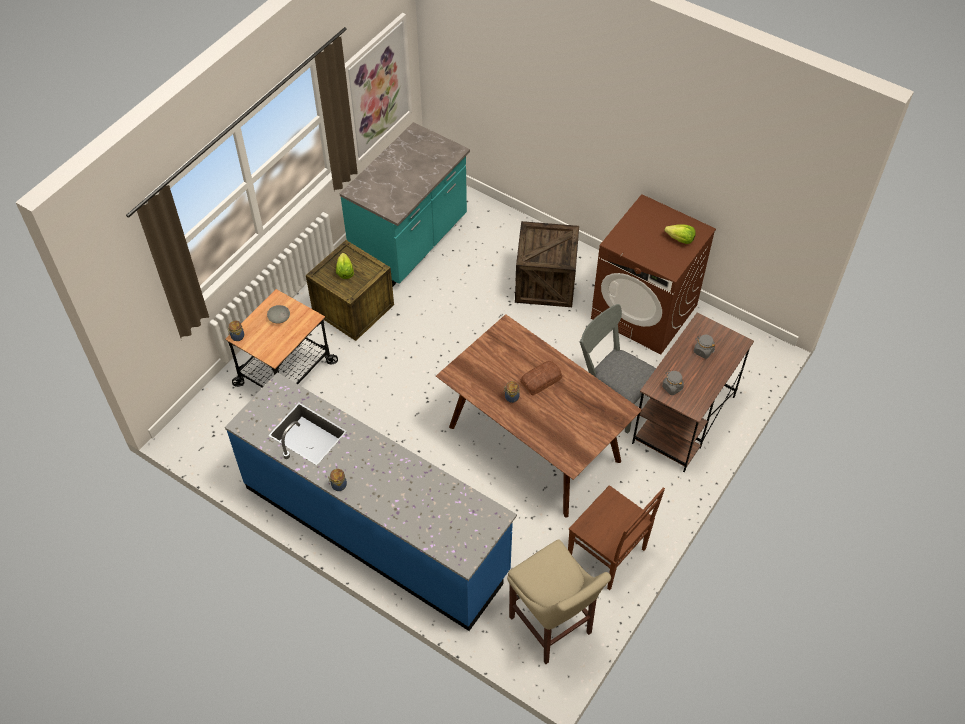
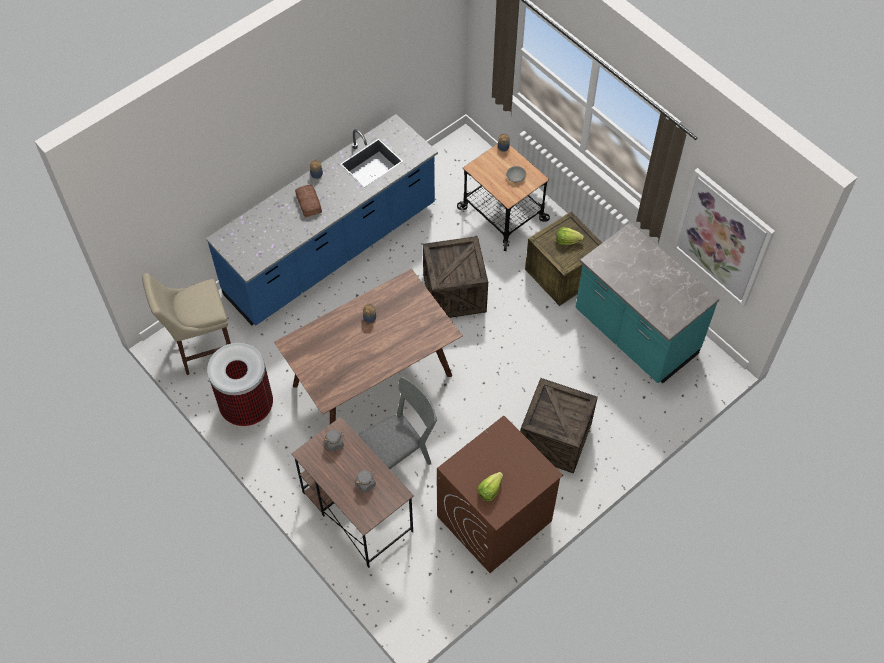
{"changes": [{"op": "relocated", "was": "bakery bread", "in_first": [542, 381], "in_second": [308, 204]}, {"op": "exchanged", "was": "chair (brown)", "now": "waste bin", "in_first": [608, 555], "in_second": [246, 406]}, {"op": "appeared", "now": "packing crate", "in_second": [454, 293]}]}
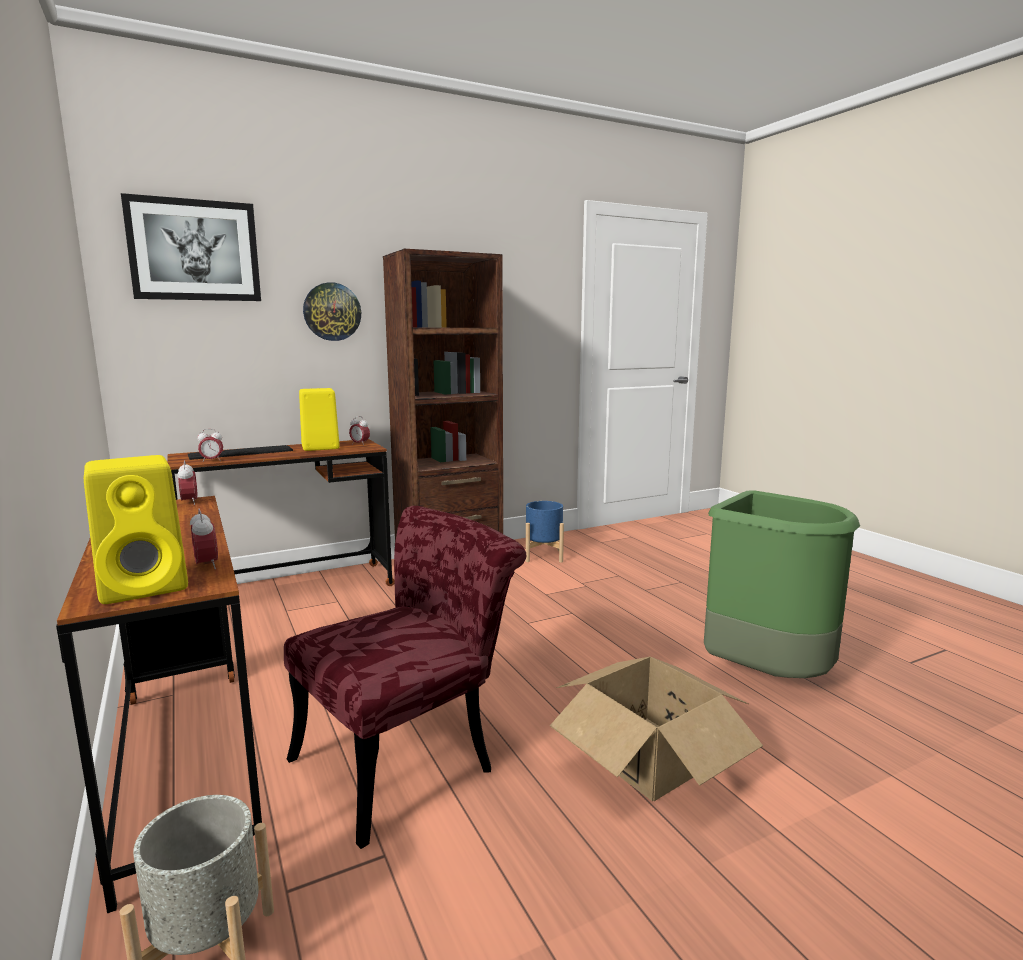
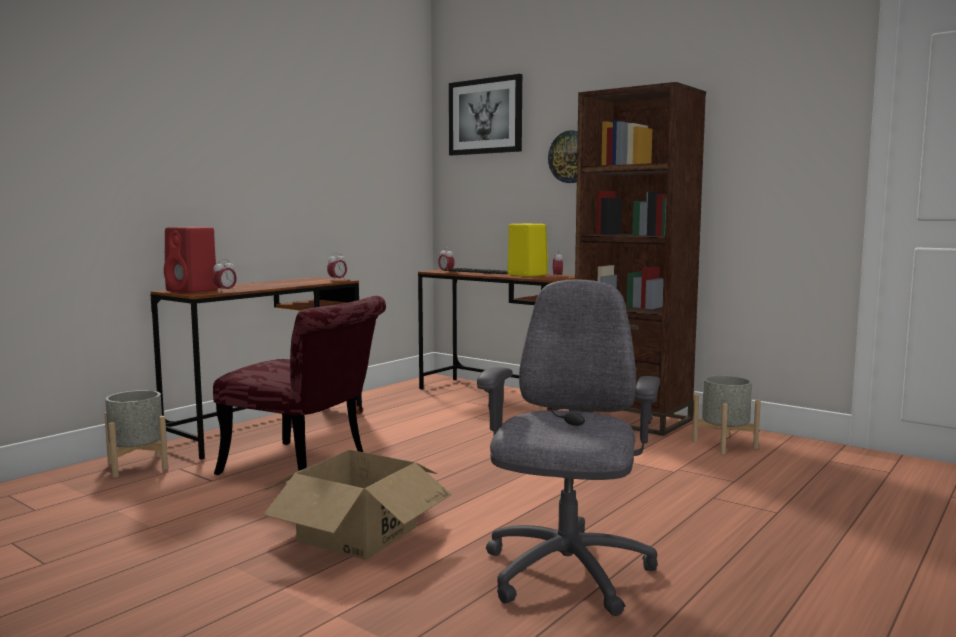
{"changes": [{"op": "colour", "was": "speaker (yellowish)", "now": "speaker (red-coloured)", "in_first": [147, 585], "in_second": [193, 291]}, {"op": "colour", "was": "flower pot (blue)", "now": "flower pot (gray)", "in_first": [543, 556], "in_second": [724, 444]}, {"op": "exchanged", "was": "waste bin (green-coloured)", "now": "office chair (gray)", "in_first": [765, 675], "in_second": [566, 574]}]}
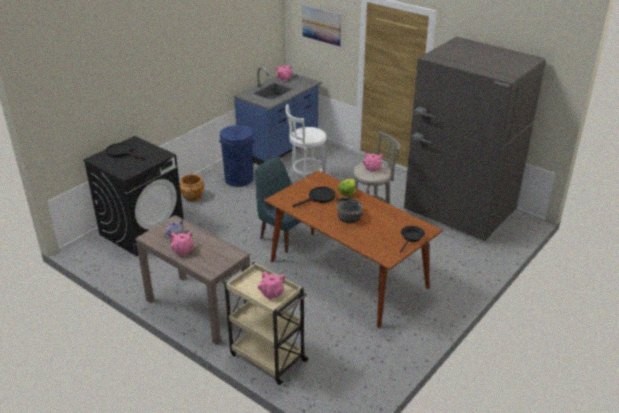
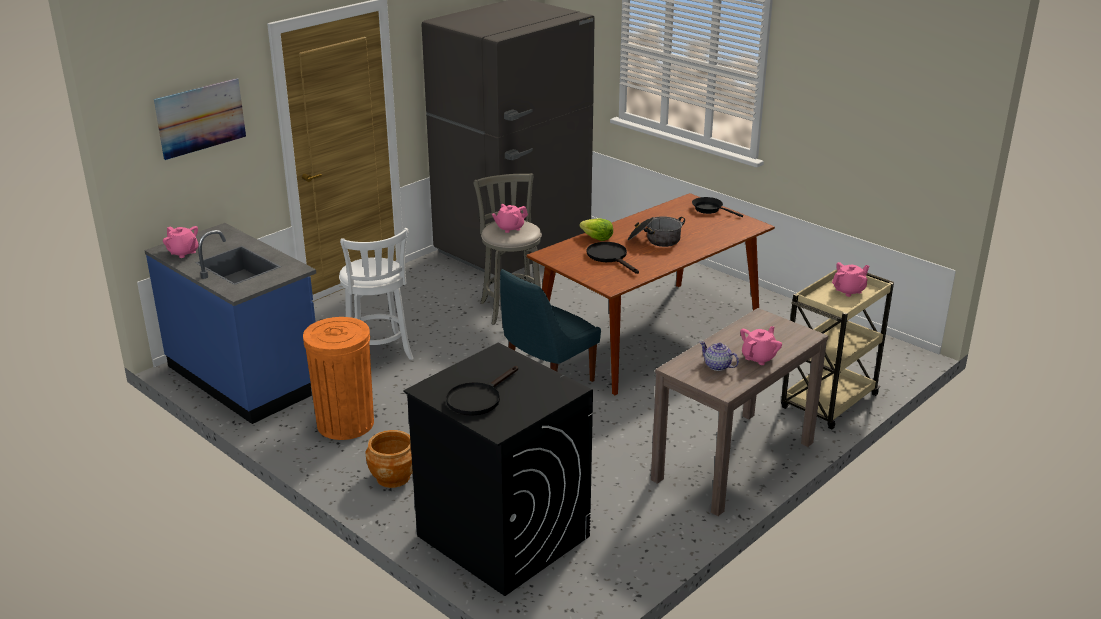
{"changes": [{"op": "colour", "was": "waste bin (blue)", "now": "waste bin (orangey)", "in_first": [239, 179], "in_second": [345, 423]}]}
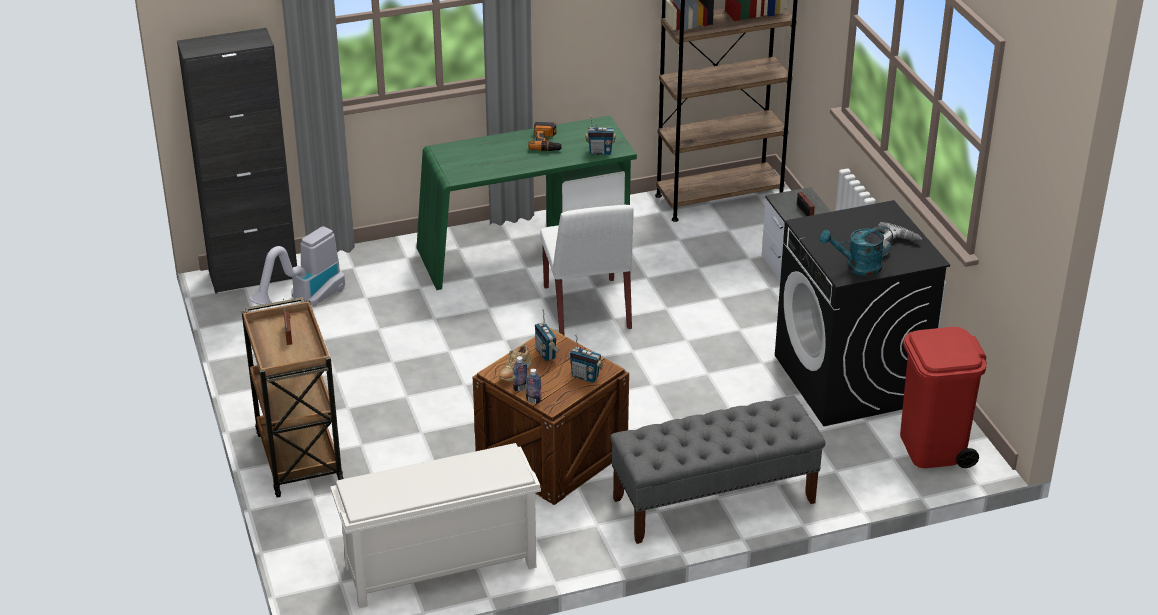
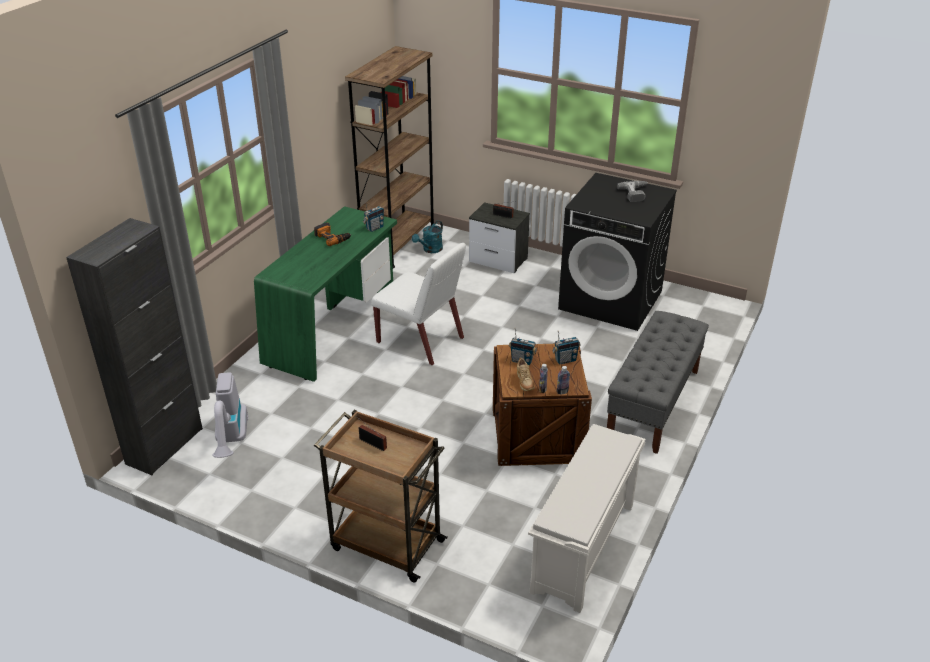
{"changes": [{"op": "relocated", "was": "watering can (turquoise-coloured)", "in_first": [857, 267], "in_second": [430, 250]}, {"op": "missing", "was": "waste bin (red-coloured)", "in_first": [933, 448]}]}
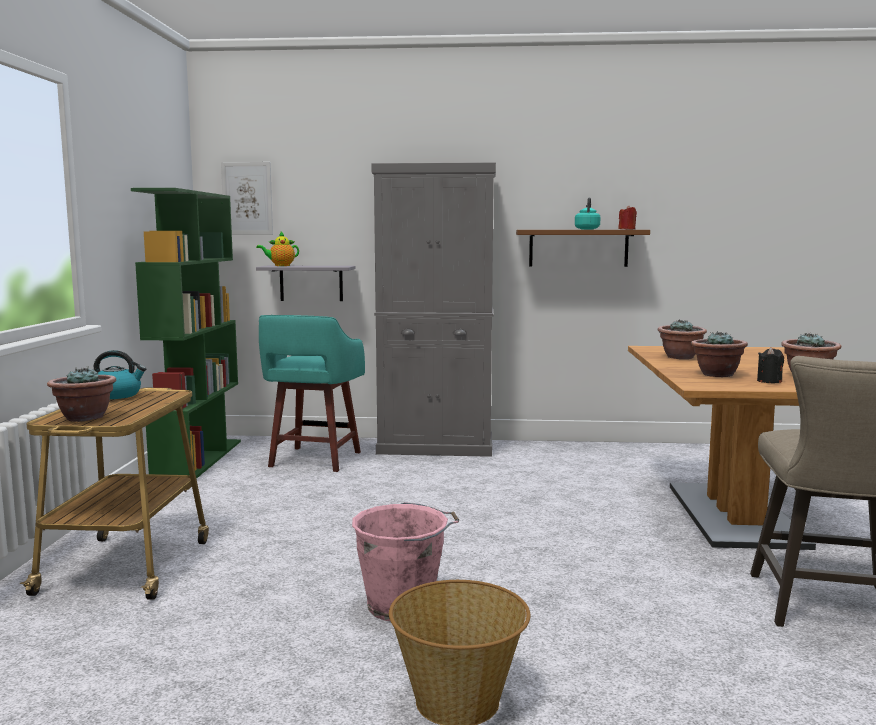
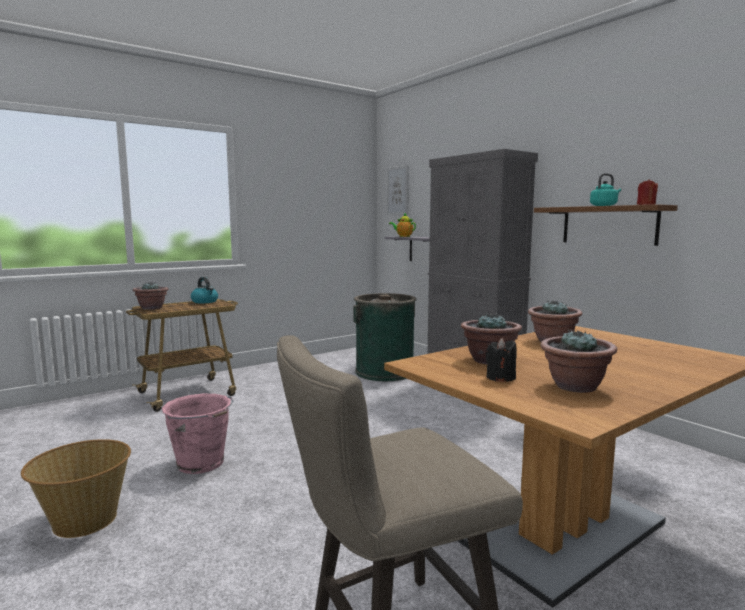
{"changes": [{"op": "missing", "was": "shelving unit (green-coloured)", "in_first": [198, 459]}, {"op": "exchanged", "was": "sitting stool (turquoise-coloured)", "now": "waste bin (green-coloured)", "in_first": [314, 460], "in_second": [384, 372]}]}
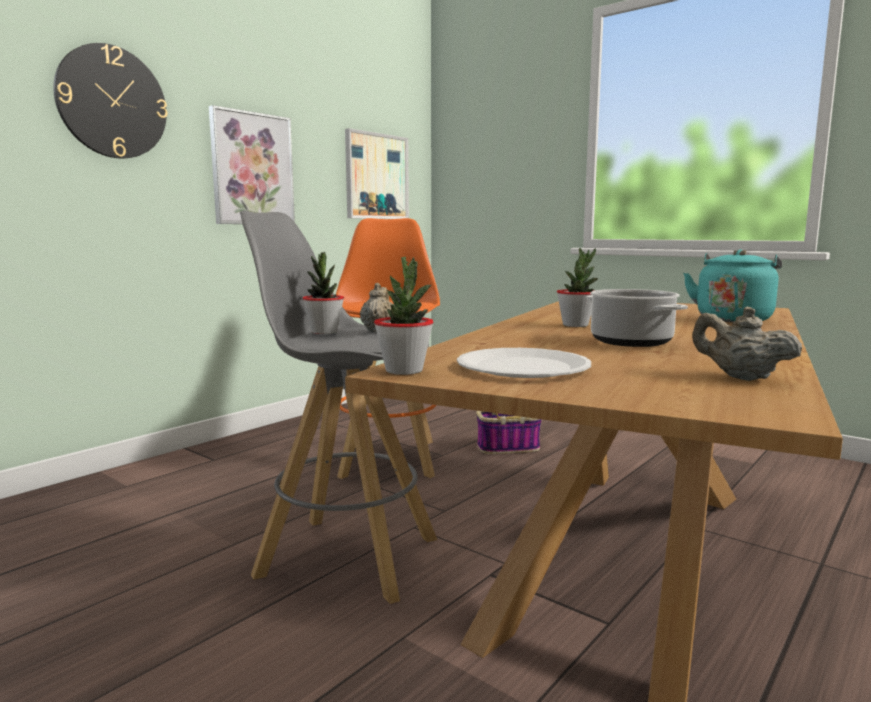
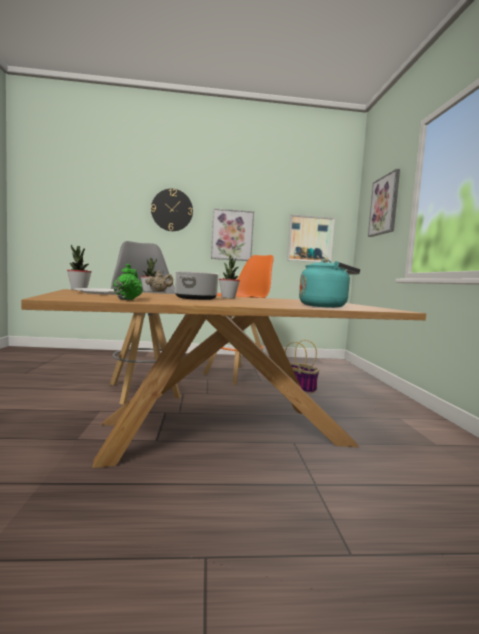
{"changes": [{"op": "colour", "was": "pot for tea (beige-coloured)", "now": "pot for tea (green-coloured)", "in_first": [740, 377], "in_second": [128, 299]}, {"op": "appeared", "now": "wall picture", "in_second": [384, 205]}]}
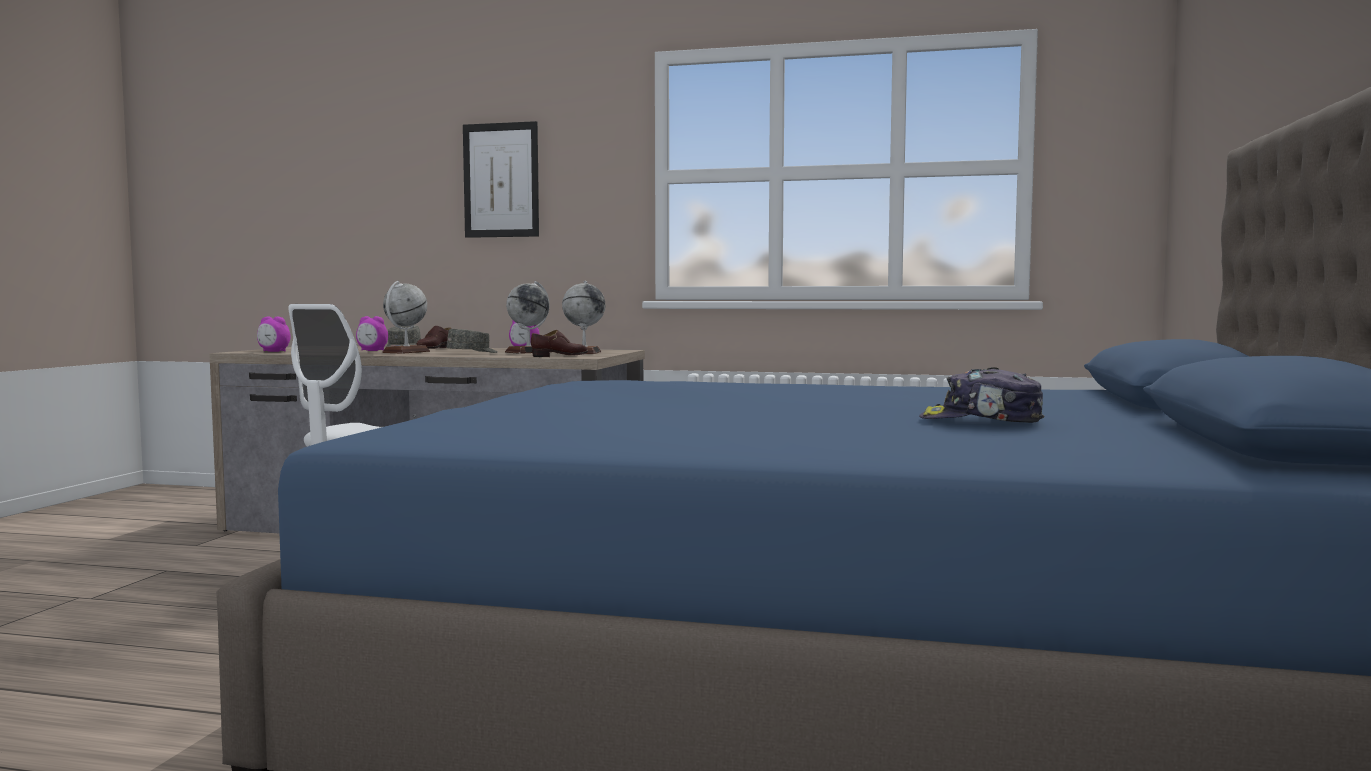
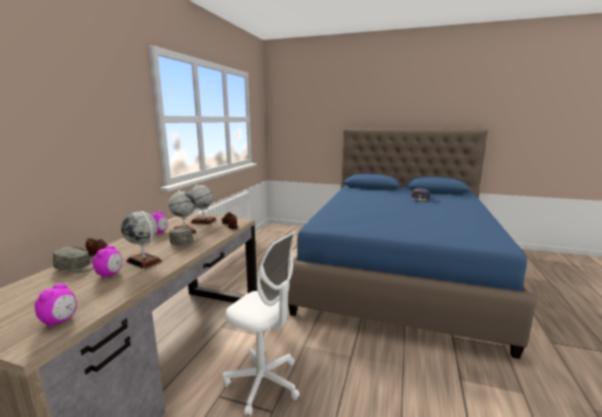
{"changes": [{"op": "missing", "was": "wall picture", "in_first": [501, 180]}]}
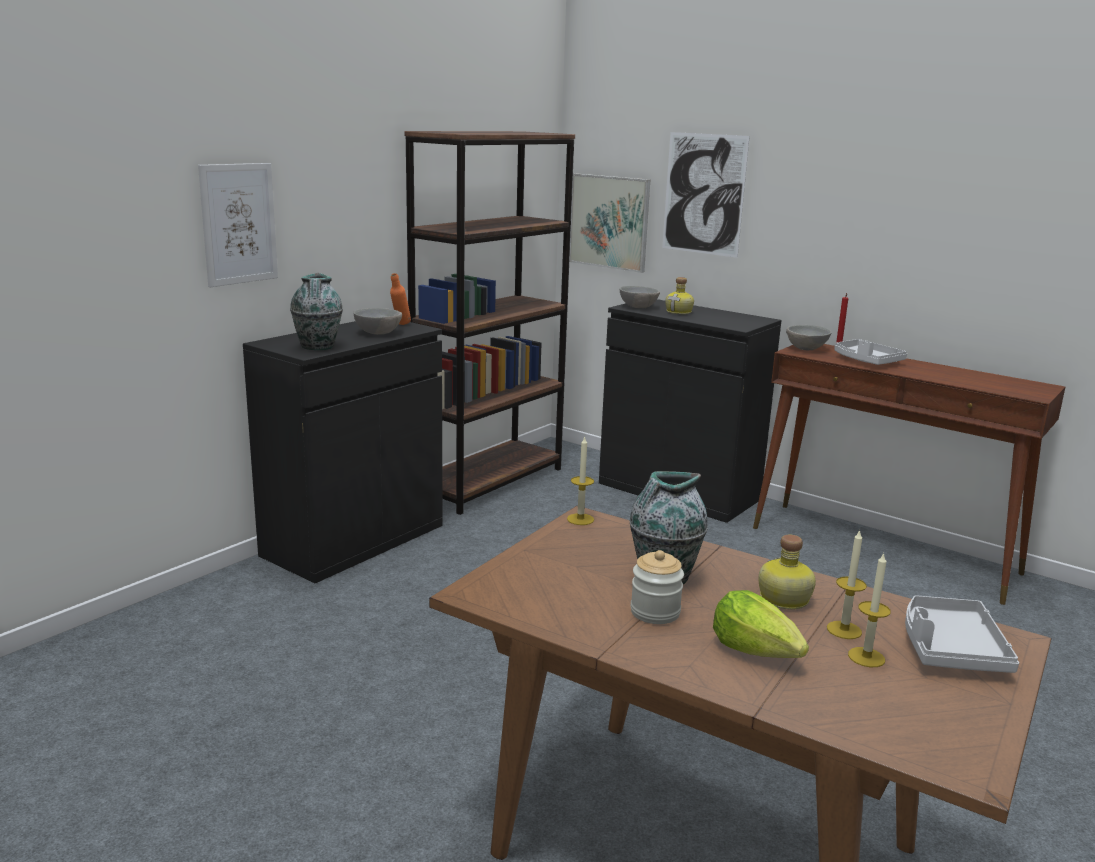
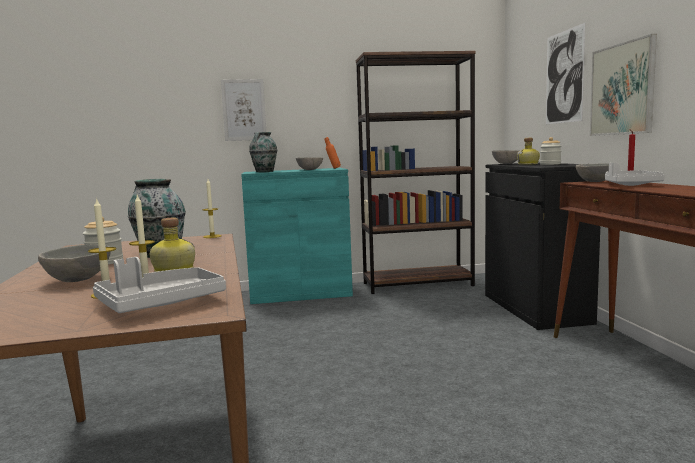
{"changes": [{"op": "colour", "was": "cabinet (blackish)", "now": "cabinet (turquoise-coloured)", "in_first": [354, 540], "in_second": [300, 293]}, {"op": "relocated", "was": "wall picture", "in_first": [609, 222], "in_second": [622, 89]}, {"op": "exchanged", "was": "head of lettuce", "now": "serving bowl (gray)", "in_first": [756, 650], "in_second": [80, 280]}, {"op": "appeared", "now": "preserve jar", "in_second": [550, 164]}]}
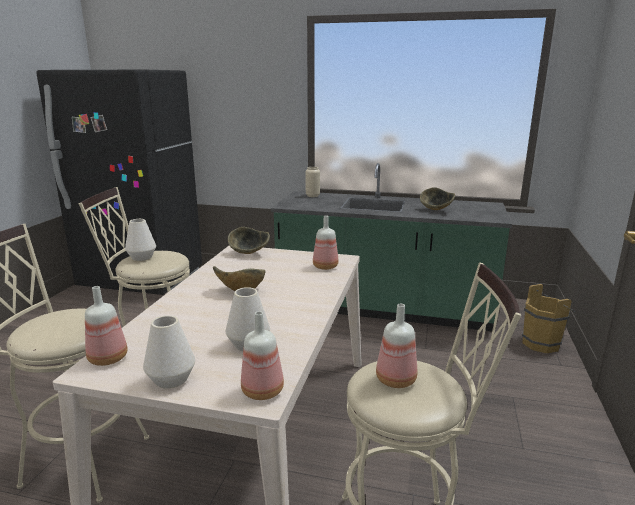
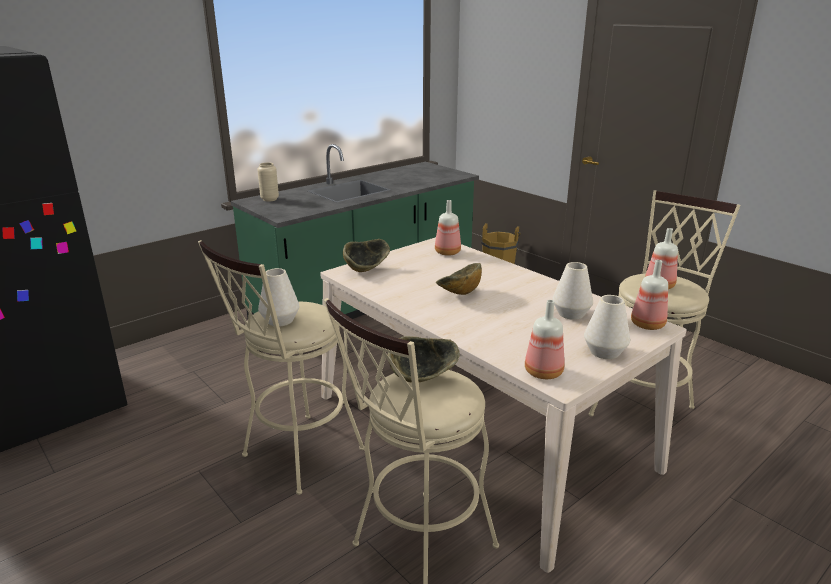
{"changes": [{"op": "relocated", "was": "serving bowl", "in_first": [436, 210], "in_second": [421, 379]}]}
